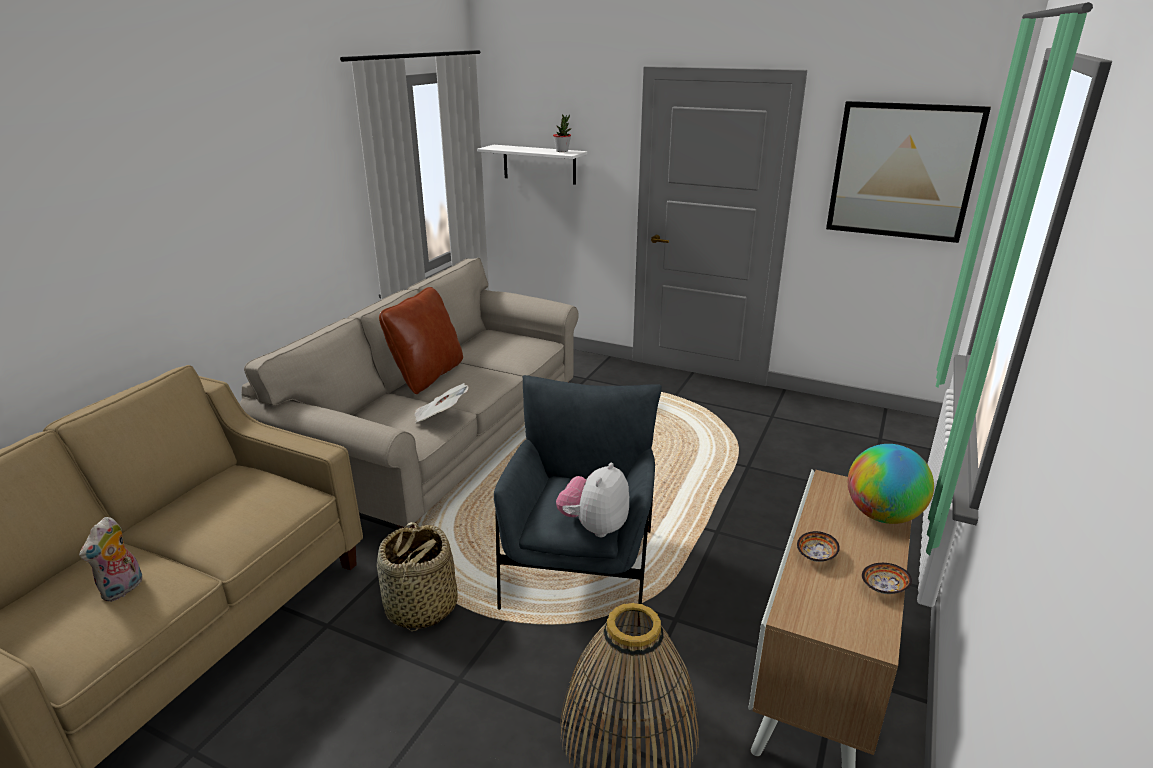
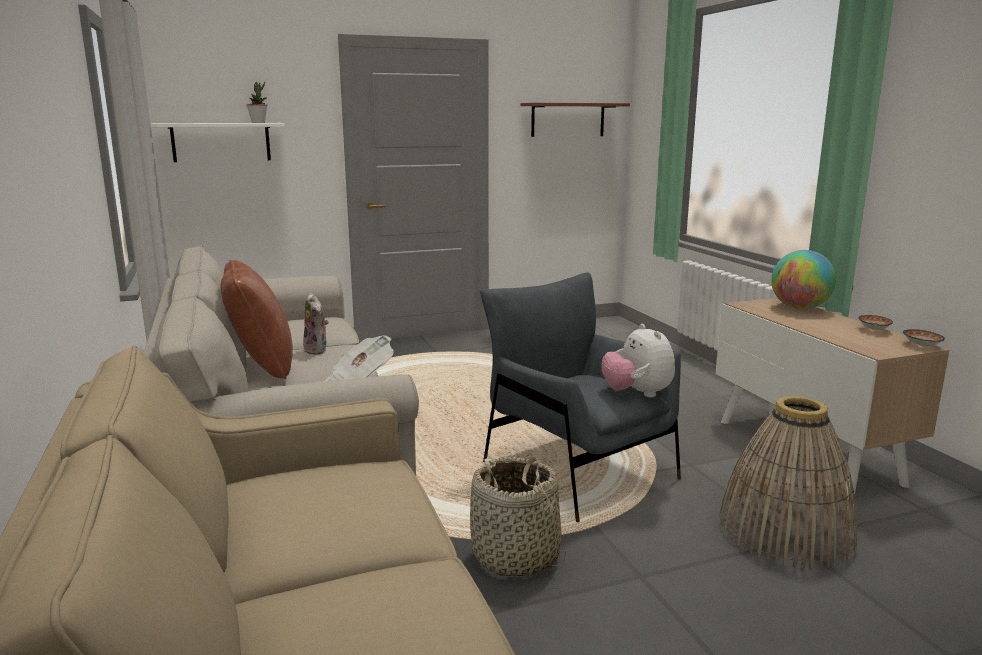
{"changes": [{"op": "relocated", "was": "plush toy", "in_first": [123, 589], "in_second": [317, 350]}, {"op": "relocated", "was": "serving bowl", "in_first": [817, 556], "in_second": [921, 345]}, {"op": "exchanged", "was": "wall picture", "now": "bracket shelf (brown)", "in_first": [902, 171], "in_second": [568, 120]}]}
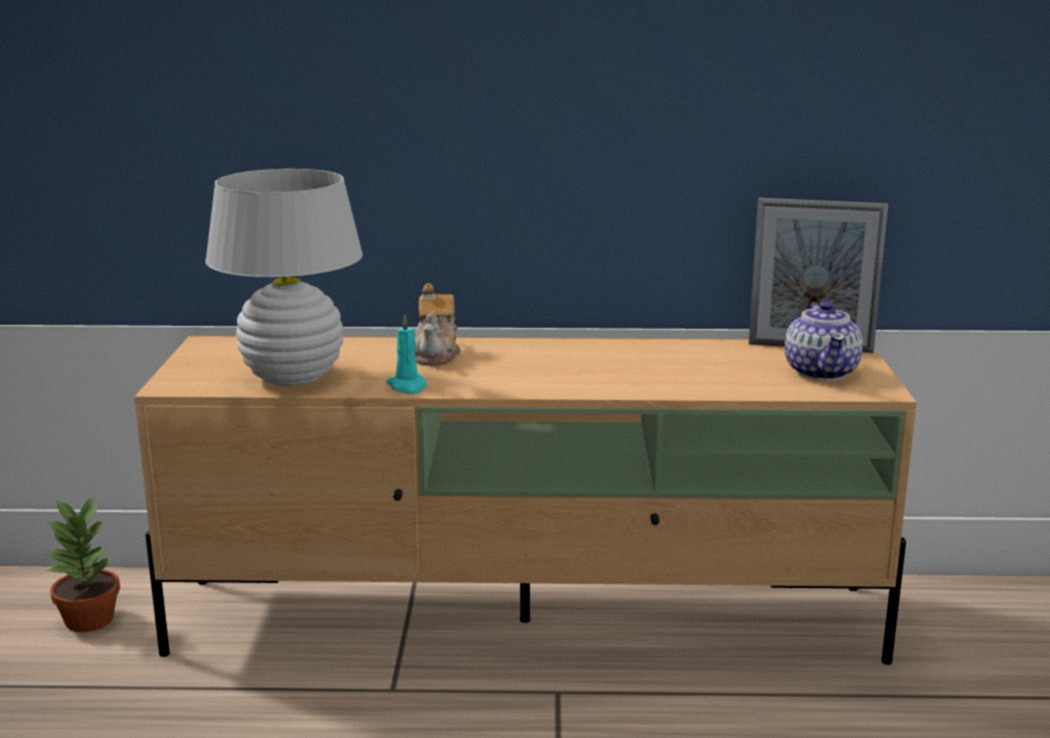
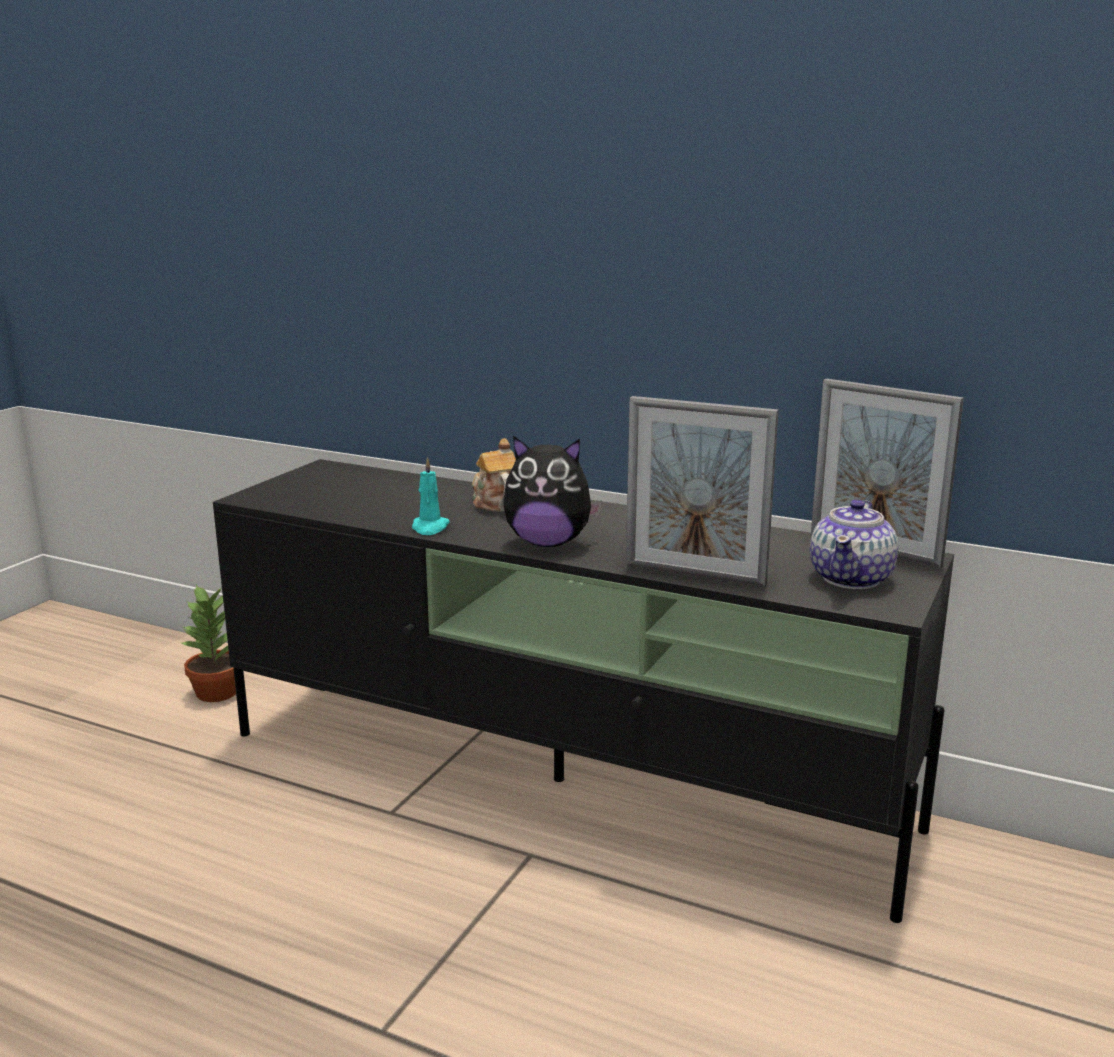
{"changes": [{"op": "colour", "was": "tv unit (beige-coloured)", "now": "tv unit (blackish)", "in_first": [529, 621], "in_second": [562, 781]}, {"op": "missing", "was": "tabletop lamp (white-coloured)", "in_first": [292, 377]}, {"op": "spun", "was": "pot for tea", "in_first": [436, 354], "in_second": [494, 503], "clockwise": 135}, {"op": "appeared", "now": "plush toy", "in_second": [548, 543]}, {"op": "appeared", "now": "photo frame", "in_second": [694, 575]}]}
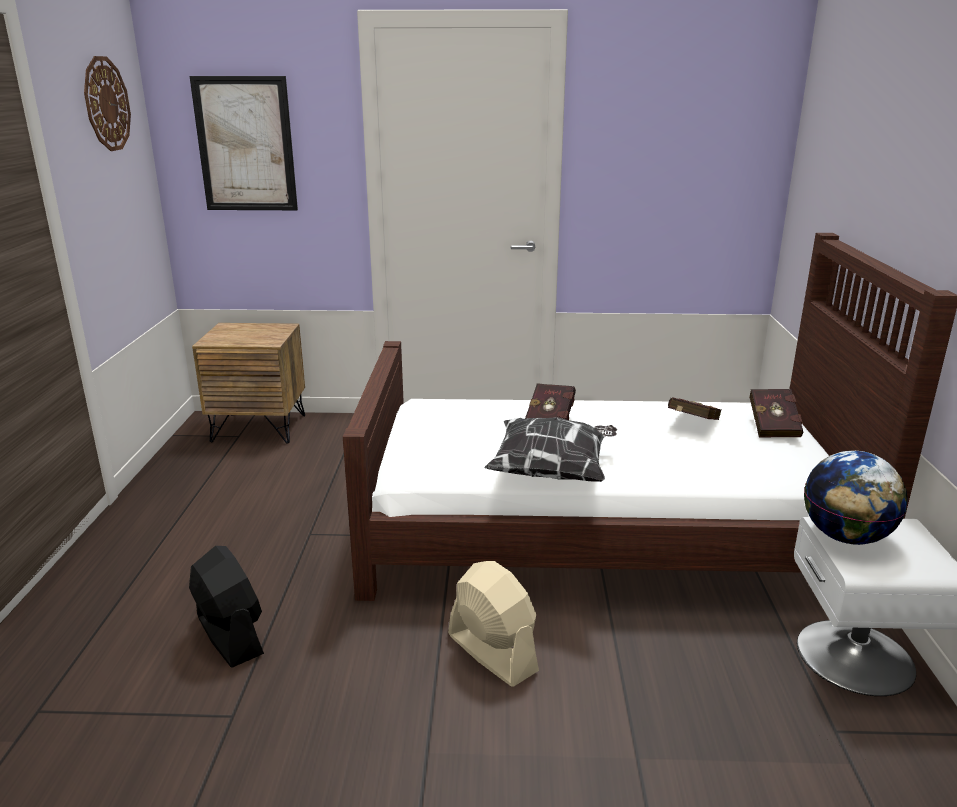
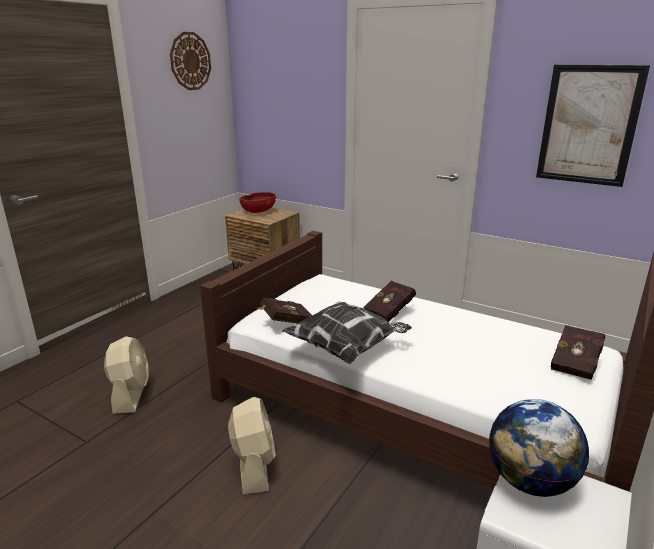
{"changes": [{"op": "colour", "was": "fan (blackish)", "now": "fan (beige-coloured)", "in_first": [229, 635], "in_second": [131, 394]}, {"op": "relocated", "was": "wall picture", "in_first": [245, 144], "in_second": [588, 125]}, {"op": "relocated", "was": "bound book (red-coloured)", "in_first": [691, 425], "in_second": [285, 323]}, {"op": "appeared", "now": "serving bowl (red-coloured)", "in_second": [258, 211]}]}
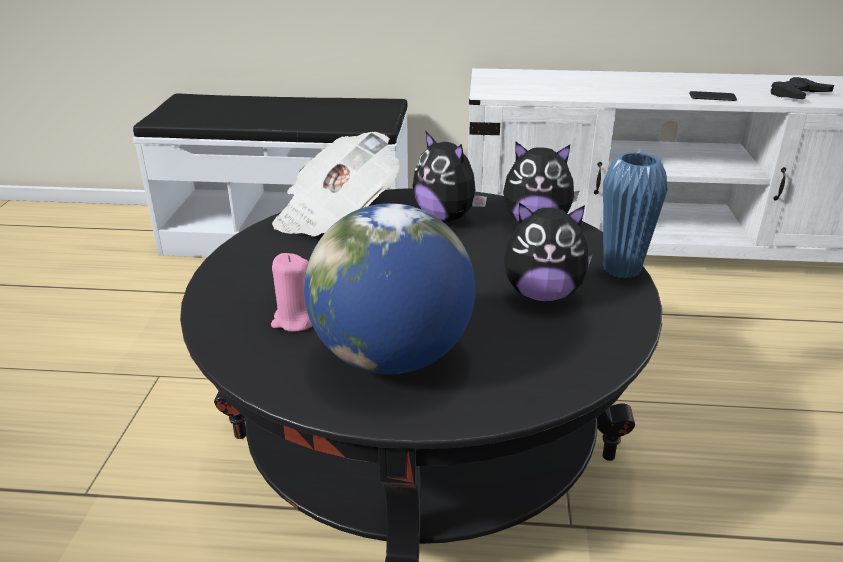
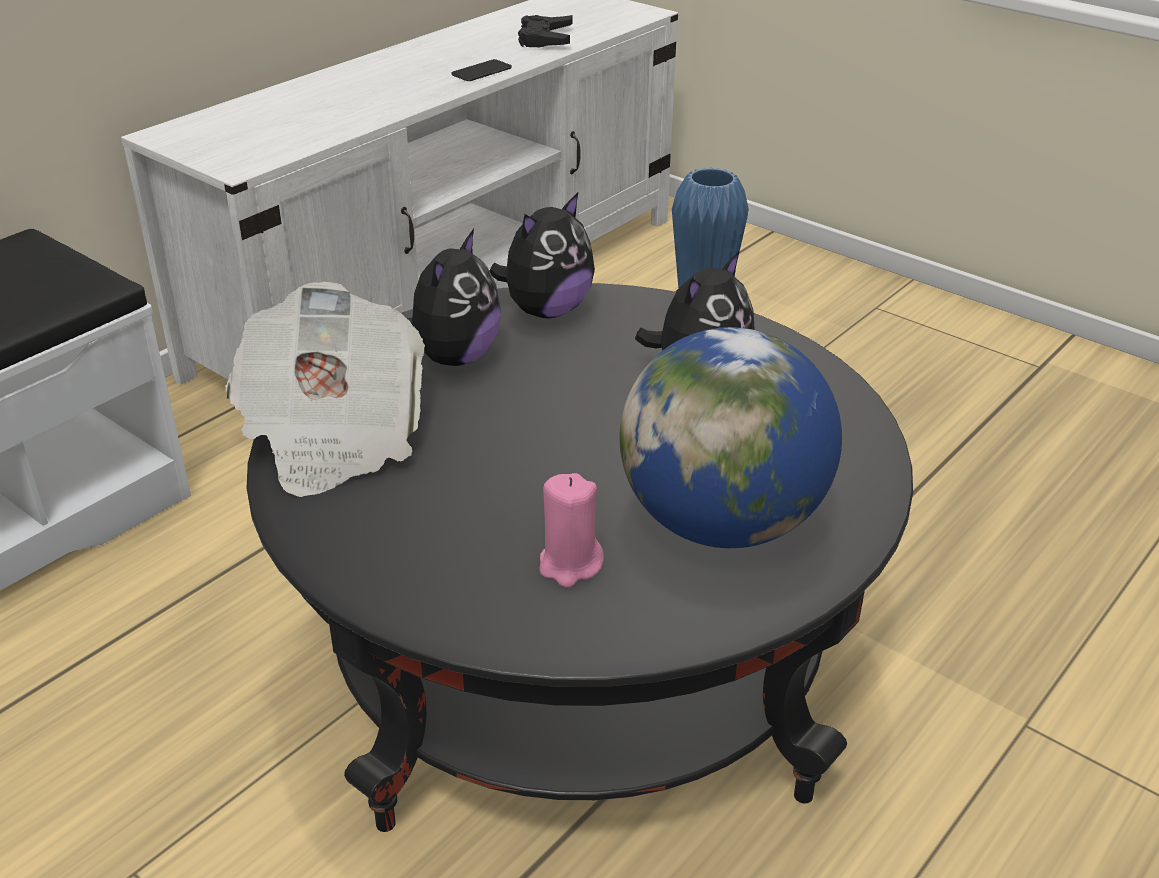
{"changes": [{"op": "spun", "was": "plush toy", "in_first": [447, 217], "in_second": [453, 357], "clockwise": -60}]}
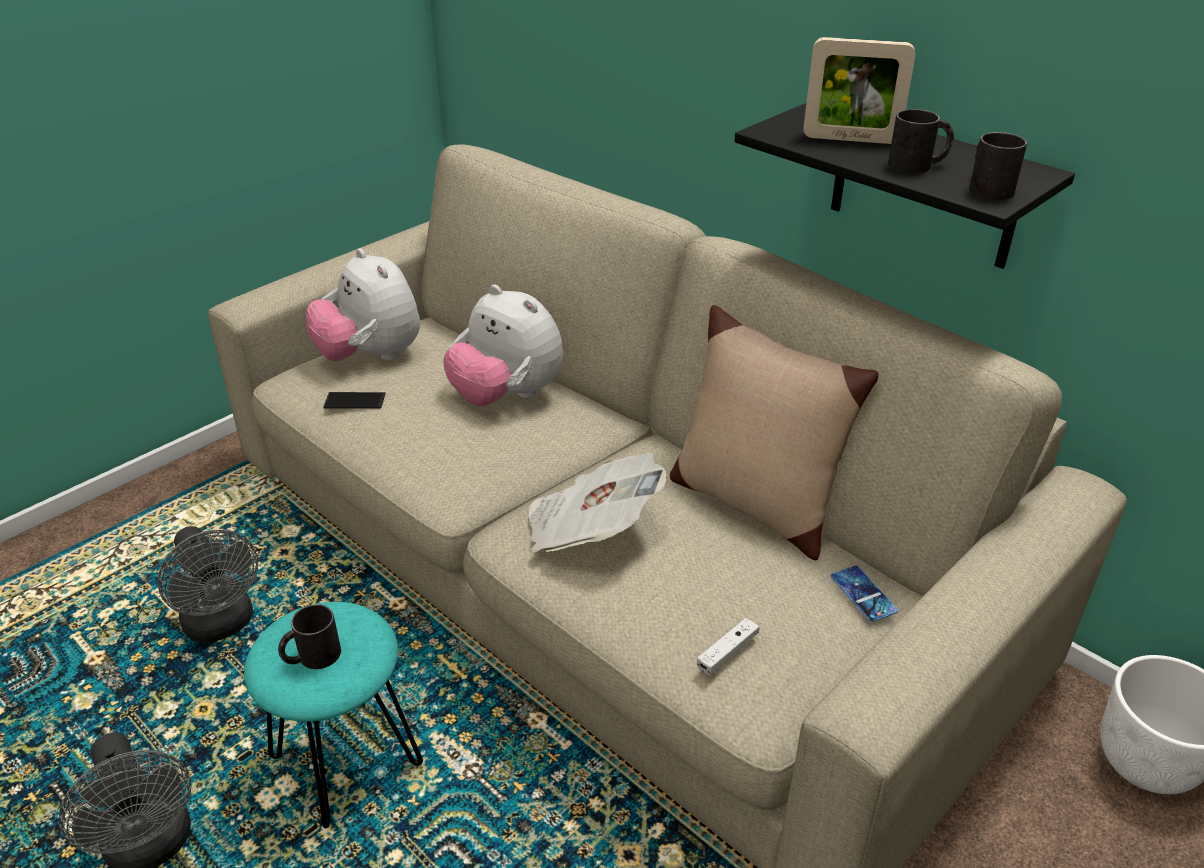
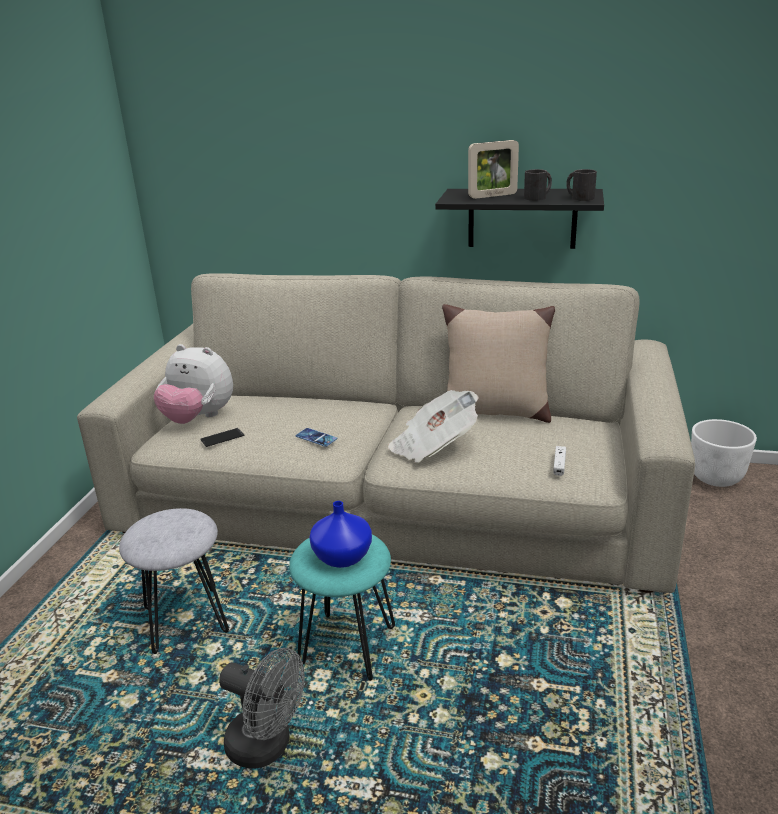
{"changes": [{"op": "exchanged", "was": "fan (gray)", "now": "sitting stool (gray)", "in_first": [222, 625], "in_second": [186, 621]}, {"op": "exchanged", "was": "coffee mug (blackish)", "now": "flower vase (blue)", "in_first": [311, 657], "in_second": [341, 557]}, {"op": "missing", "was": "plush toy", "in_first": [506, 396]}, {"op": "relocated", "was": "phone", "in_first": [863, 594], "in_second": [316, 437]}]}
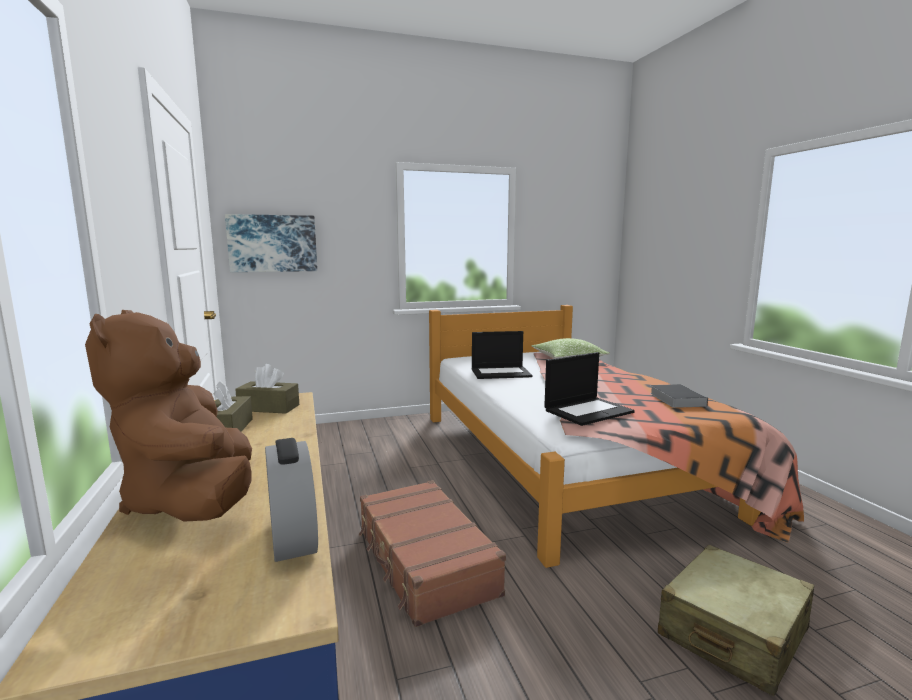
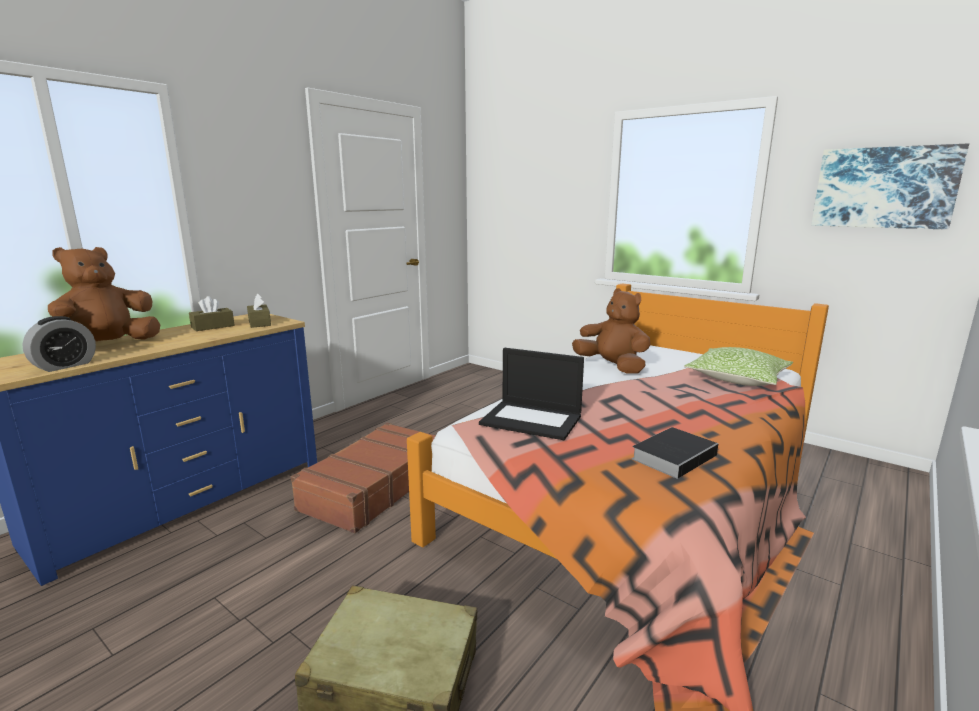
{"changes": [{"op": "relocated", "was": "wall picture", "in_first": [272, 243], "in_second": [884, 188]}, {"op": "exchanged", "was": "laptop", "now": "plush toy (brown)", "in_first": [501, 373], "in_second": [612, 367]}]}
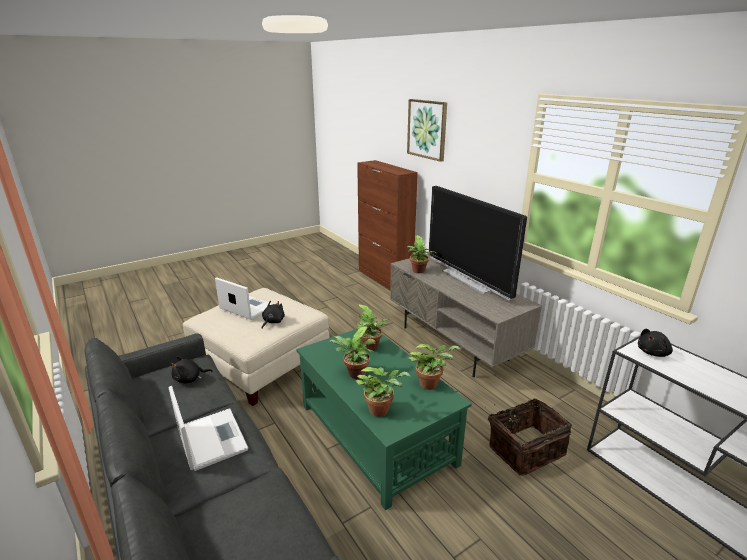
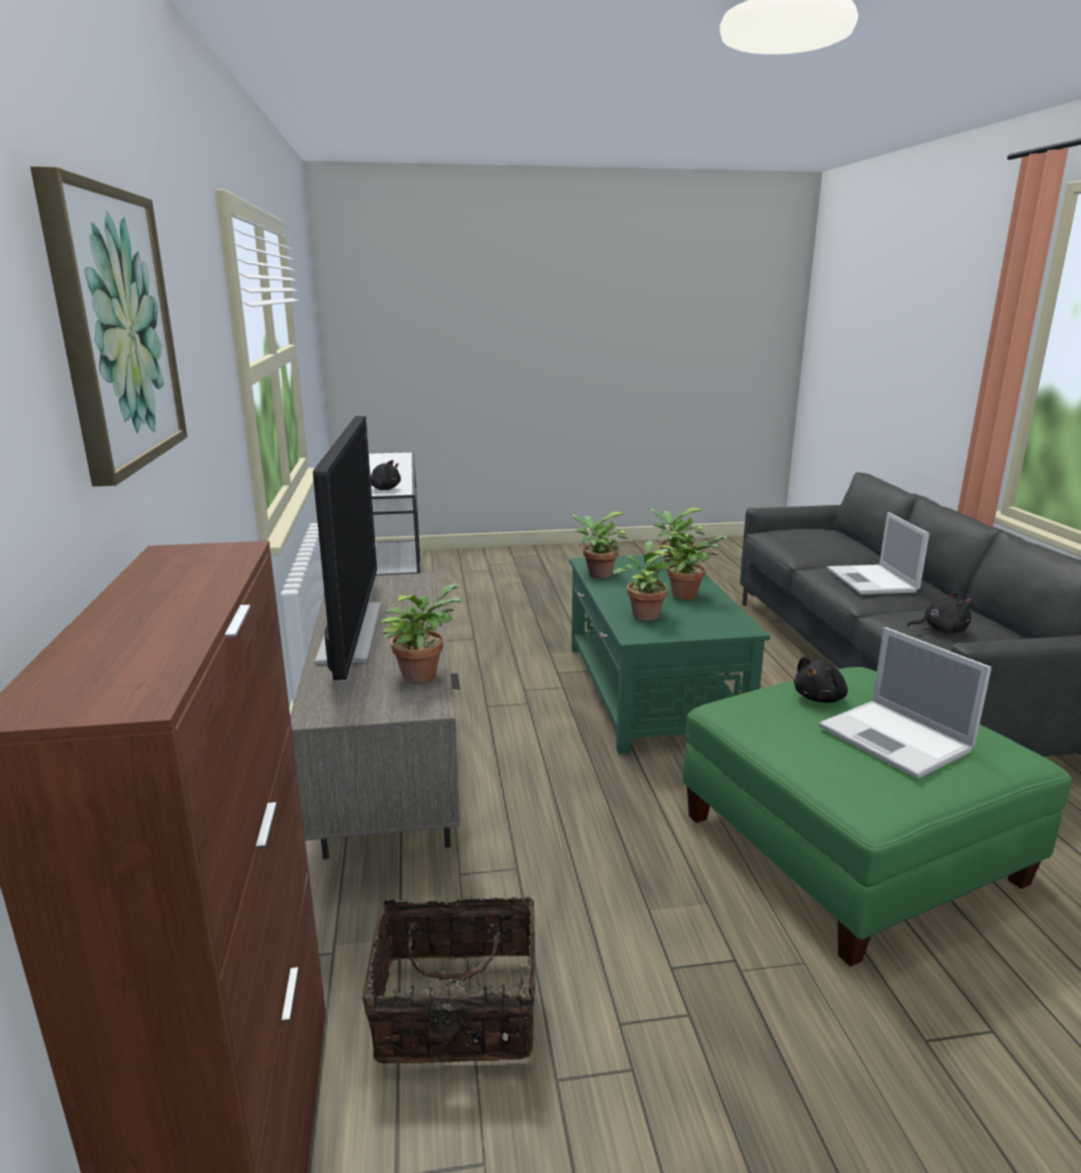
{"changes": [{"op": "colour", "was": "footrest (beige-coloured)", "now": "footrest (green-coloured)", "in_first": [261, 363], "in_second": [850, 848]}, {"op": "relocated", "was": "storage basket", "in_first": [524, 449], "in_second": [456, 1016]}]}
